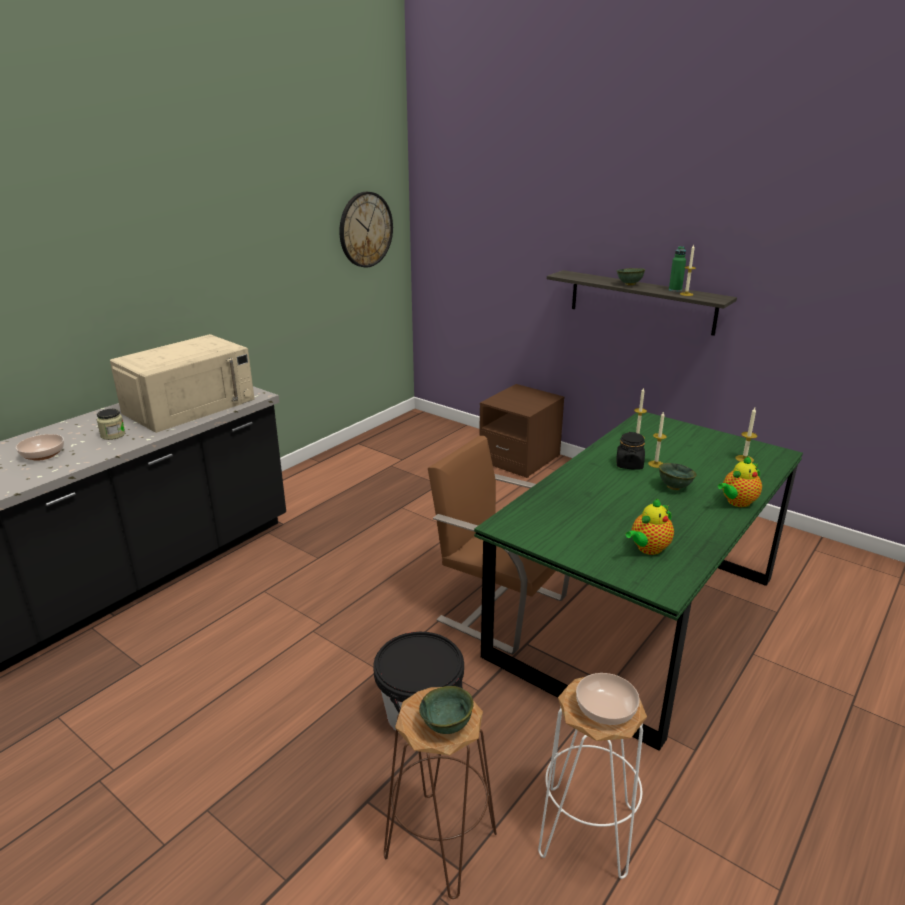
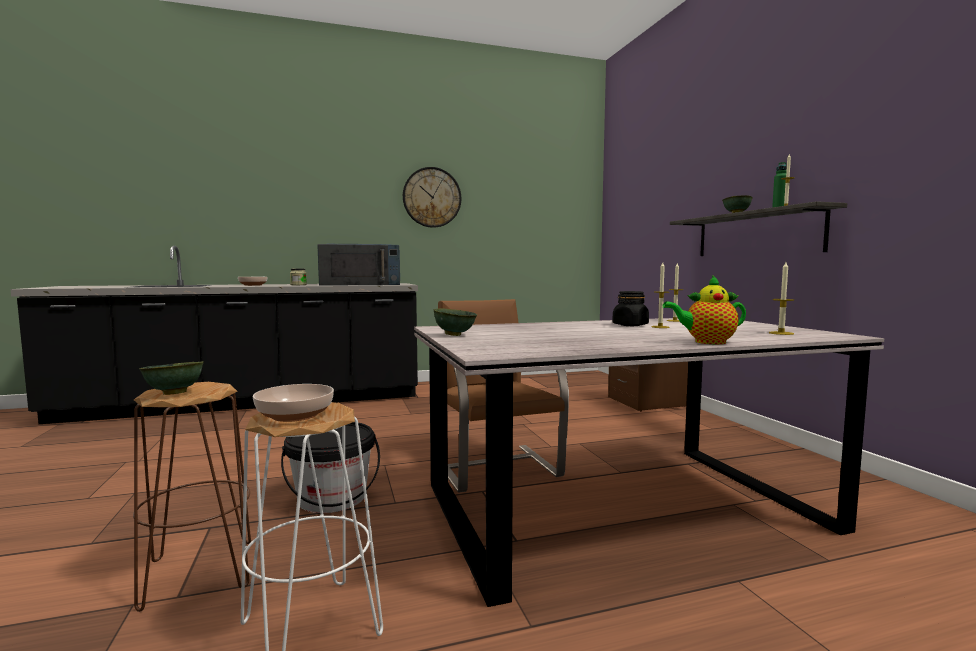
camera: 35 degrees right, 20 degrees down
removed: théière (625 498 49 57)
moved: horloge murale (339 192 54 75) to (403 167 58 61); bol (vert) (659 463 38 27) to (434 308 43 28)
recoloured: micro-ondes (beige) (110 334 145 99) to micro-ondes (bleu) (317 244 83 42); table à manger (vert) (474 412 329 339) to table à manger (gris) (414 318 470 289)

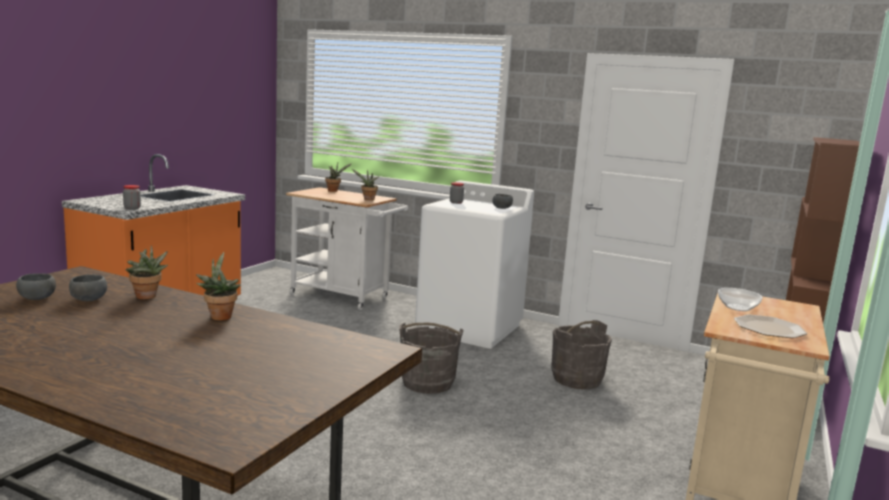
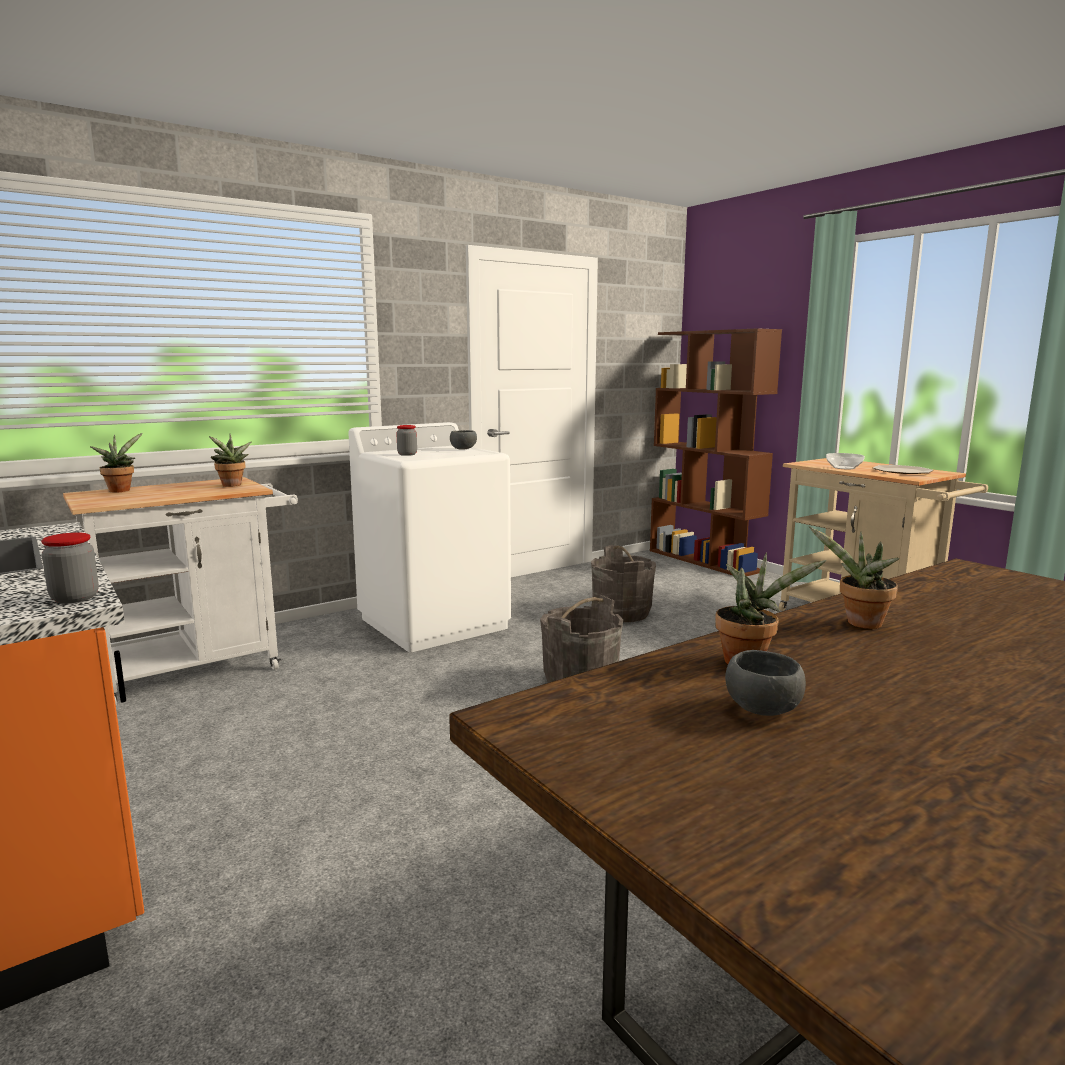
camera: 60 degrees left, 0 degrees up
removed: bol (gris) (16 273 40 27)

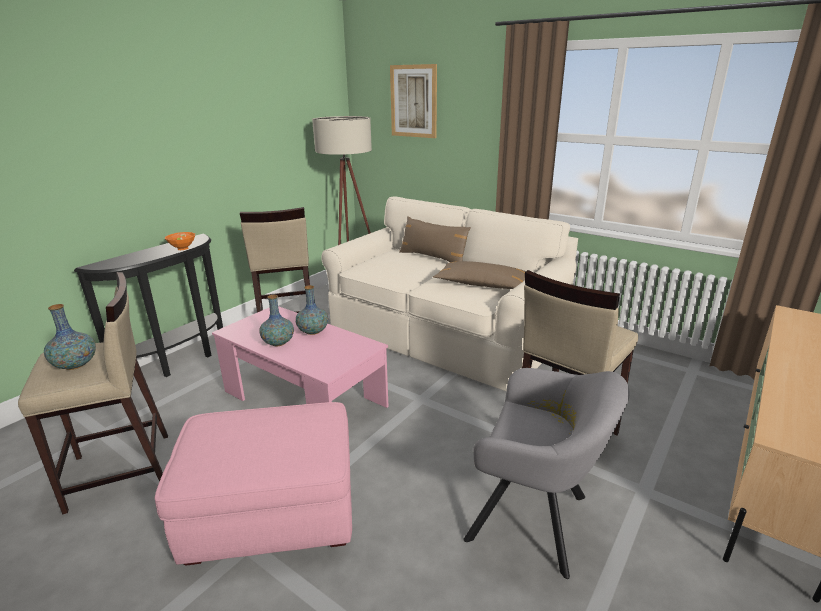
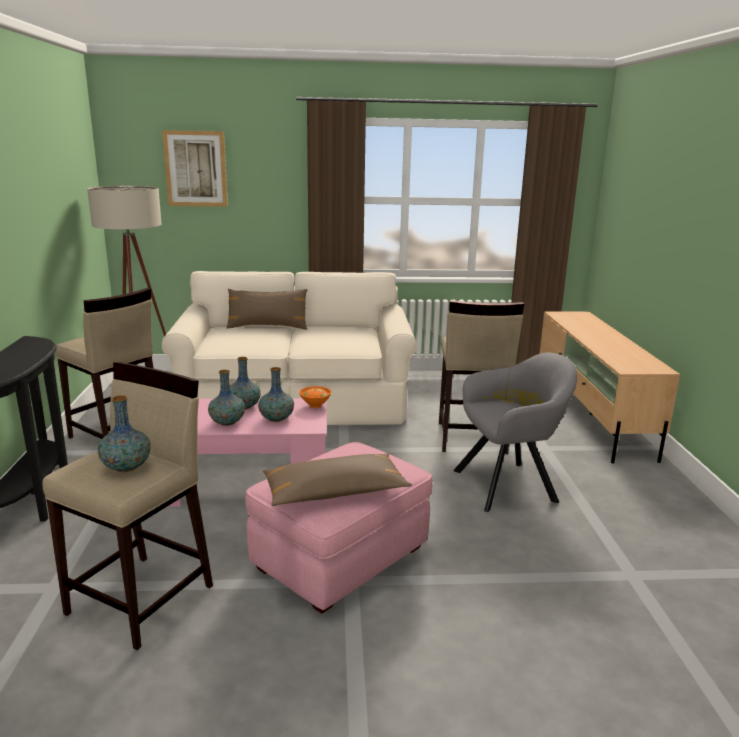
camera: 40 degrees left, 5 degrees down
added: vase (258 367 36 55)
moved: bol (orange) (165 232 30 18) to (299 386 33 22); coussin (marron) (433 261 93 28) to (263 454 149 52)

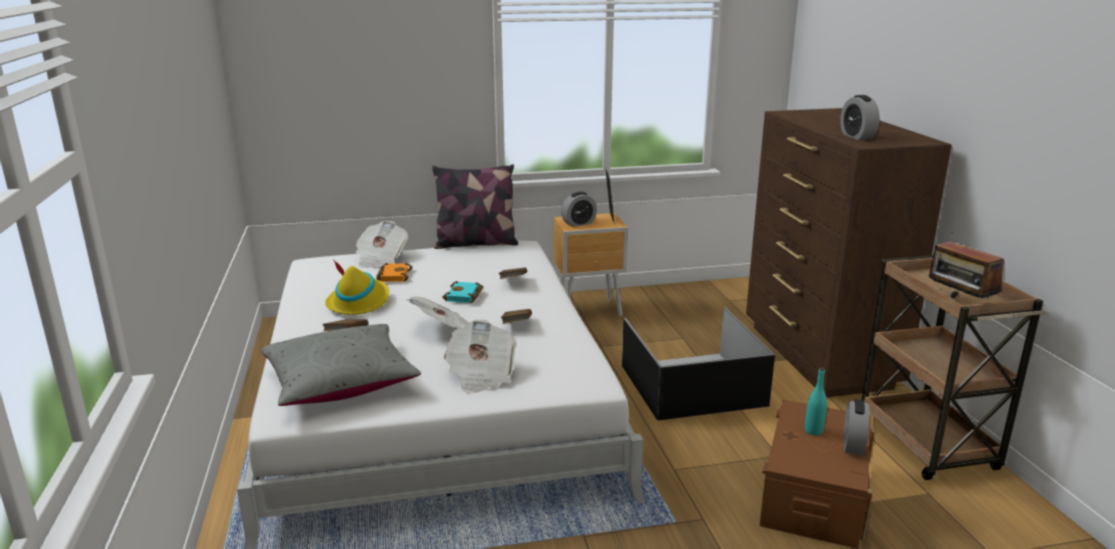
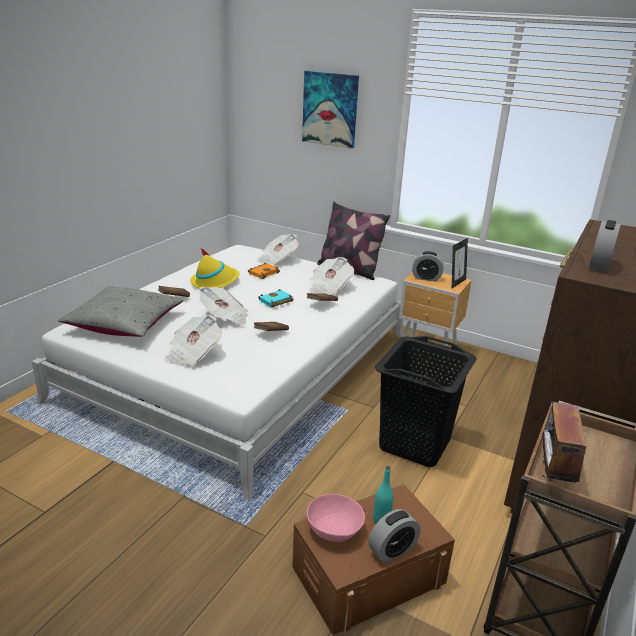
camera: 40 degrees right, 5 degrees up
added: tableau (302 71 57 78); bol (rose) (307 494 58 48); journal (309 257 45 38)
replaced: boîte de rangement (noir) (622 307 153 114) to panier à linge (noir) (375 336 102 131)

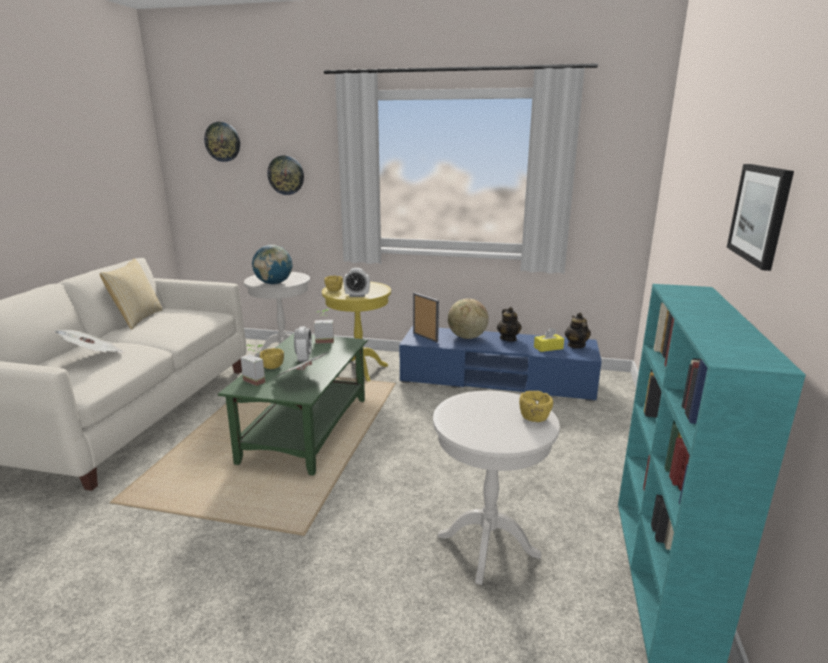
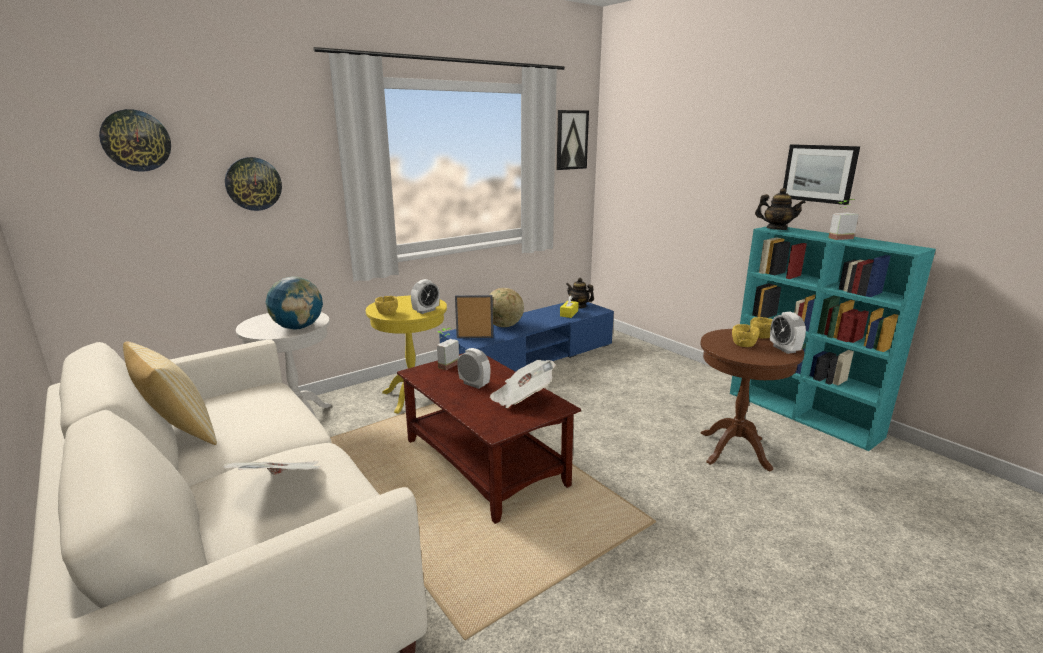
camera: 50 degrees left, 0 degrees up
added: tableau (557 110 32 60); réveil (770 312 36 42)
moved: plante en pot (240 345 25 41) to (828 199 31 41); bol (jaune) (260 348 24 21) to (732 324 28 23); théière (497 307 25 35) to (755 188 51 42)
recoloured: table basse (vert) (218 333 149 143) to table basse (marron) (397 353 184 171); table d'appoint (blanc) (433 390 127 195) to table d'appoint (marron) (700 329 104 142)

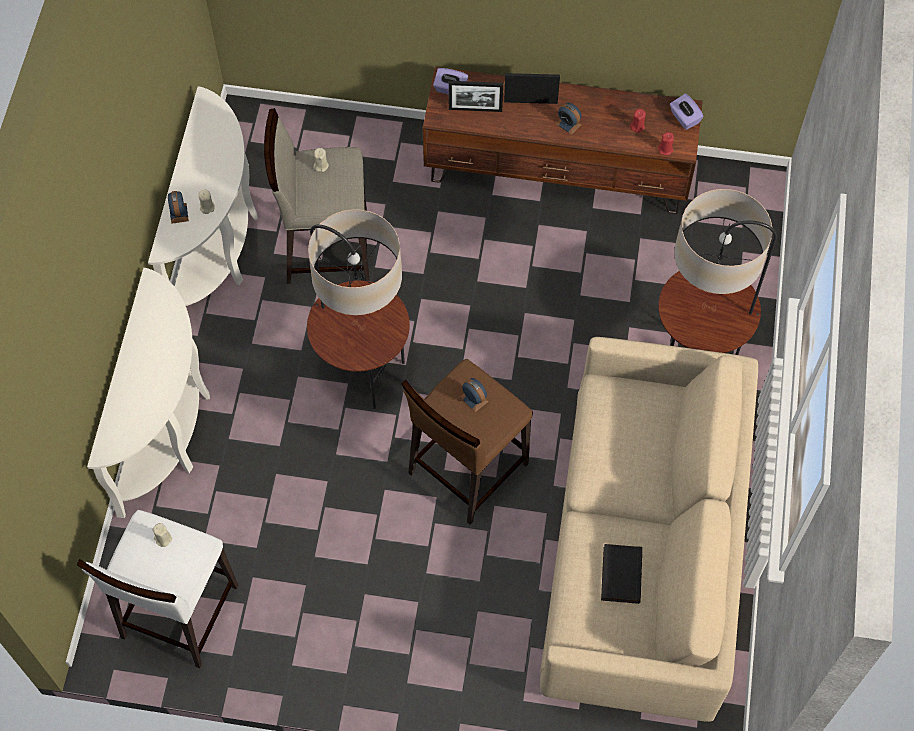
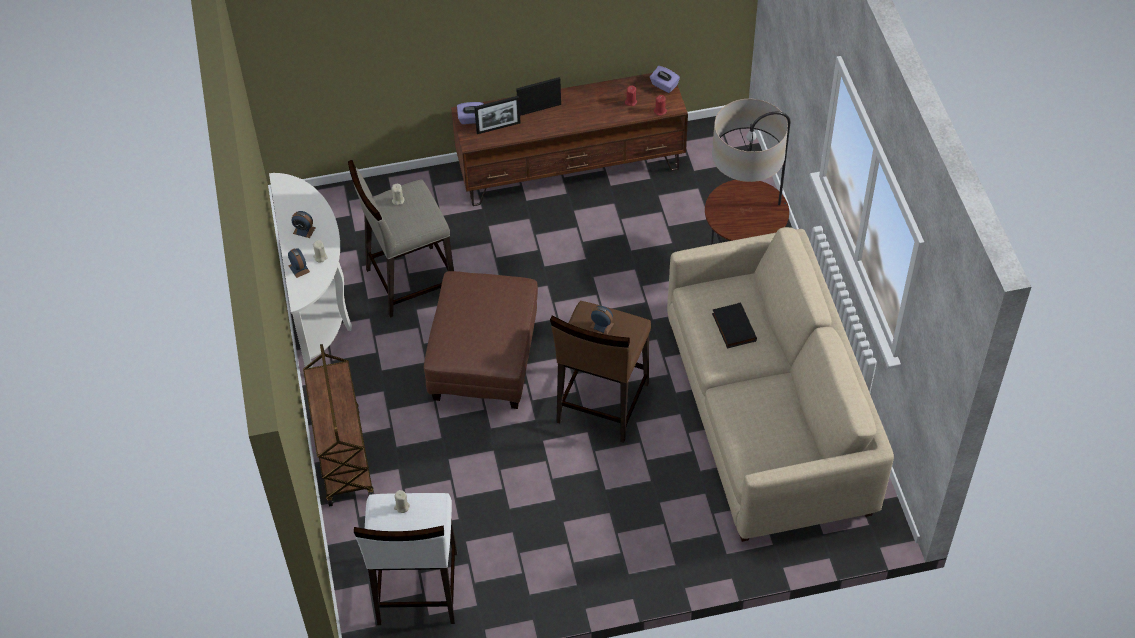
camera: 20 degrees left, 10 degrees down
moved: réveil (556 103 26 32) to (292 211 24 27); livre (noir) (601 544 41 60) to (712 302 45 46)
replaced: table console (blanc) (87 268 123 250) to chariot (marron) (303 344 71 162); lampadaire (307 209 103 200) to pouf (marron) (424 271 114 138)

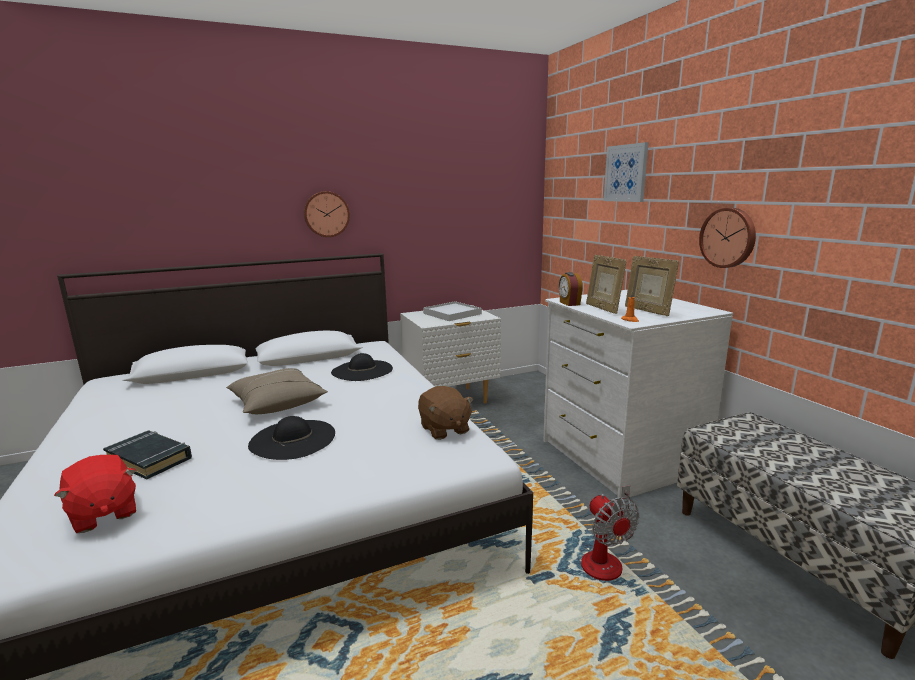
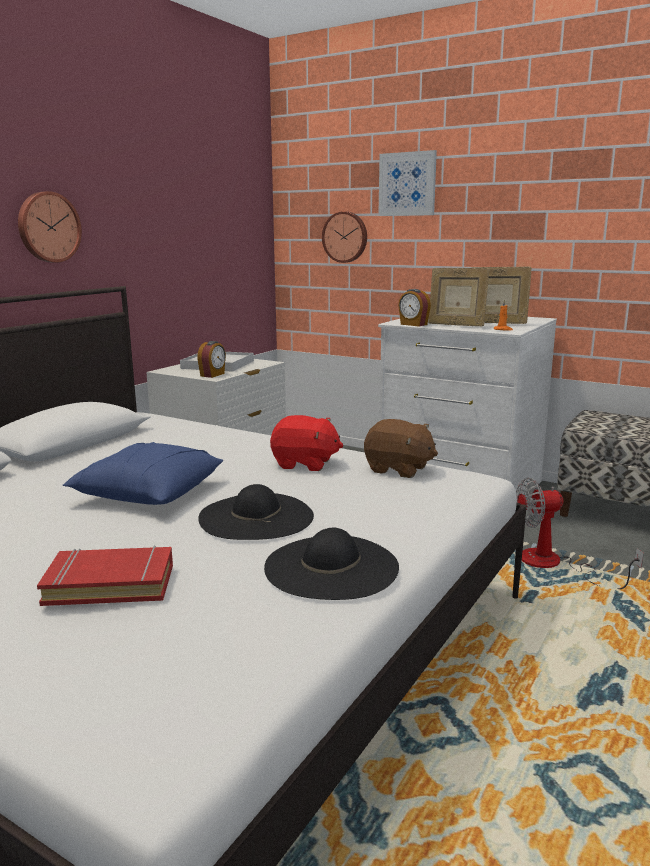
camera: 35 degrees left, 0 degrees up
added: réveil (197 341 29 37)
moved: peluche (rouge) (54 455 82 78) to (270 415 73 56); chapeau (noir) (331 353 62 28) to (264 528 135 72); horloge murale (699 208 57 60) to (322 211 45 52)
recoloured: livre (noir) (103 430 89 50) to livre (rouge) (37 545 136 61); coussin (beige) (226 368 102 46) to coussin (bleu) (63 442 160 63)
turned: ventilateur (581 485 58 96) = (516 478 128 111) 135 degrees clockwise

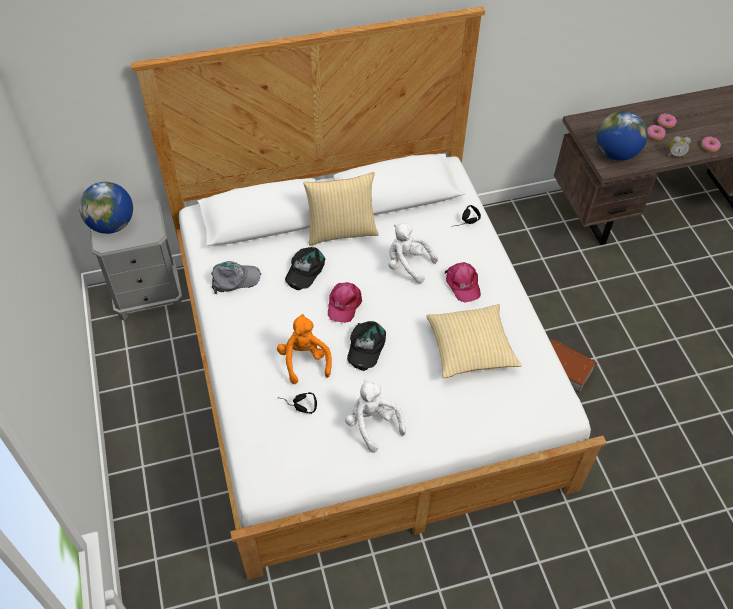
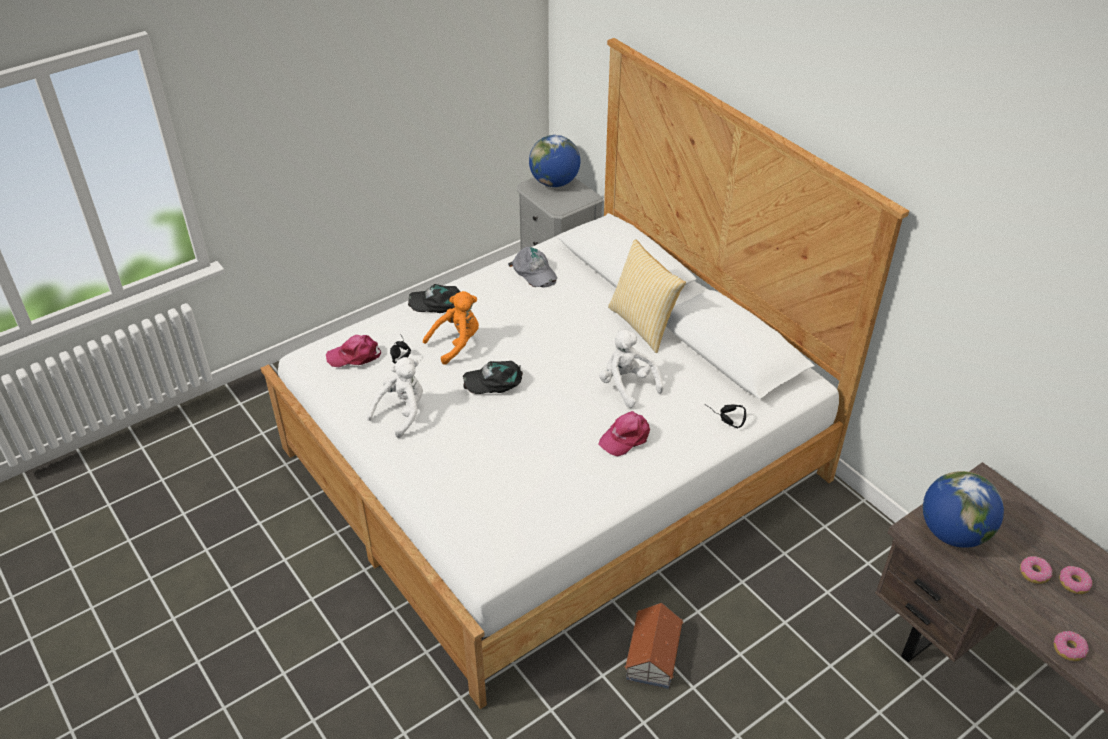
camera: 70 degrees right, 10 degrees down
removed: coussin (426 304 96 74); réveil (668 136 23 22)
moved: casquette (noir) (285 247 41 43) to (408 284 52 29); casquette (rose) (328 282 34 41) to (326 335 55 33)
turned: peluche (blanc) (388 223 50 60) = (599 330 64 78) 45 degrees counterclockwise

